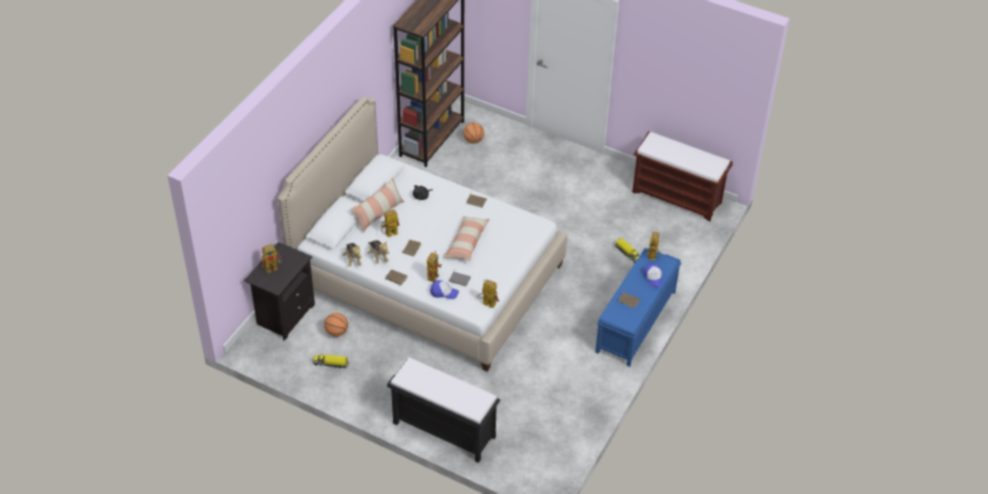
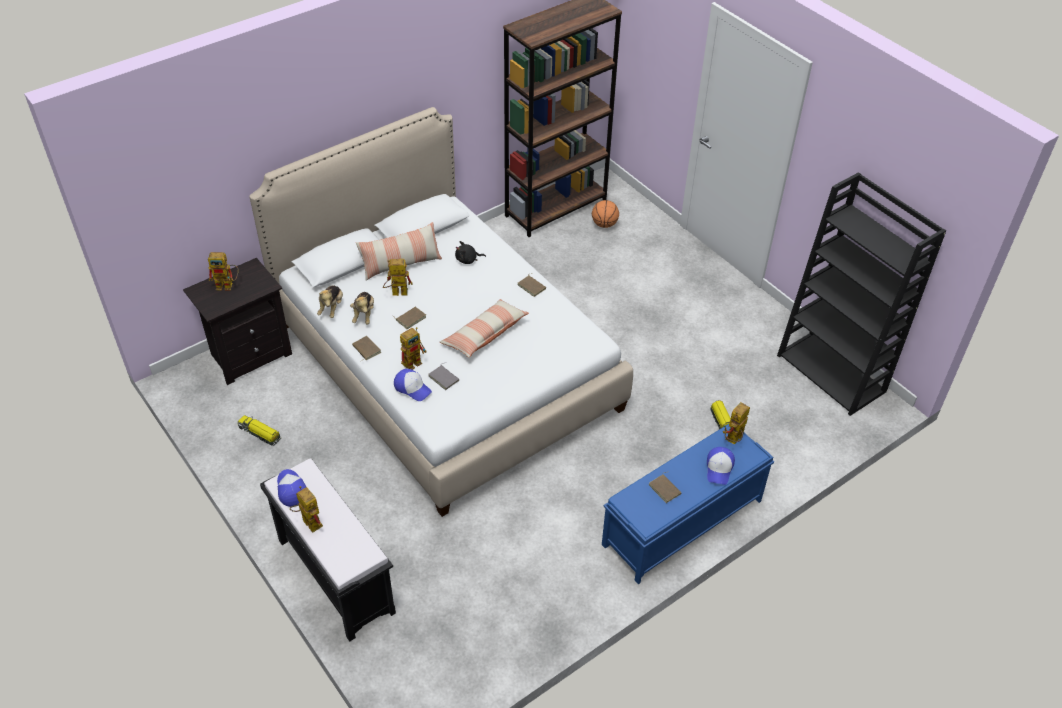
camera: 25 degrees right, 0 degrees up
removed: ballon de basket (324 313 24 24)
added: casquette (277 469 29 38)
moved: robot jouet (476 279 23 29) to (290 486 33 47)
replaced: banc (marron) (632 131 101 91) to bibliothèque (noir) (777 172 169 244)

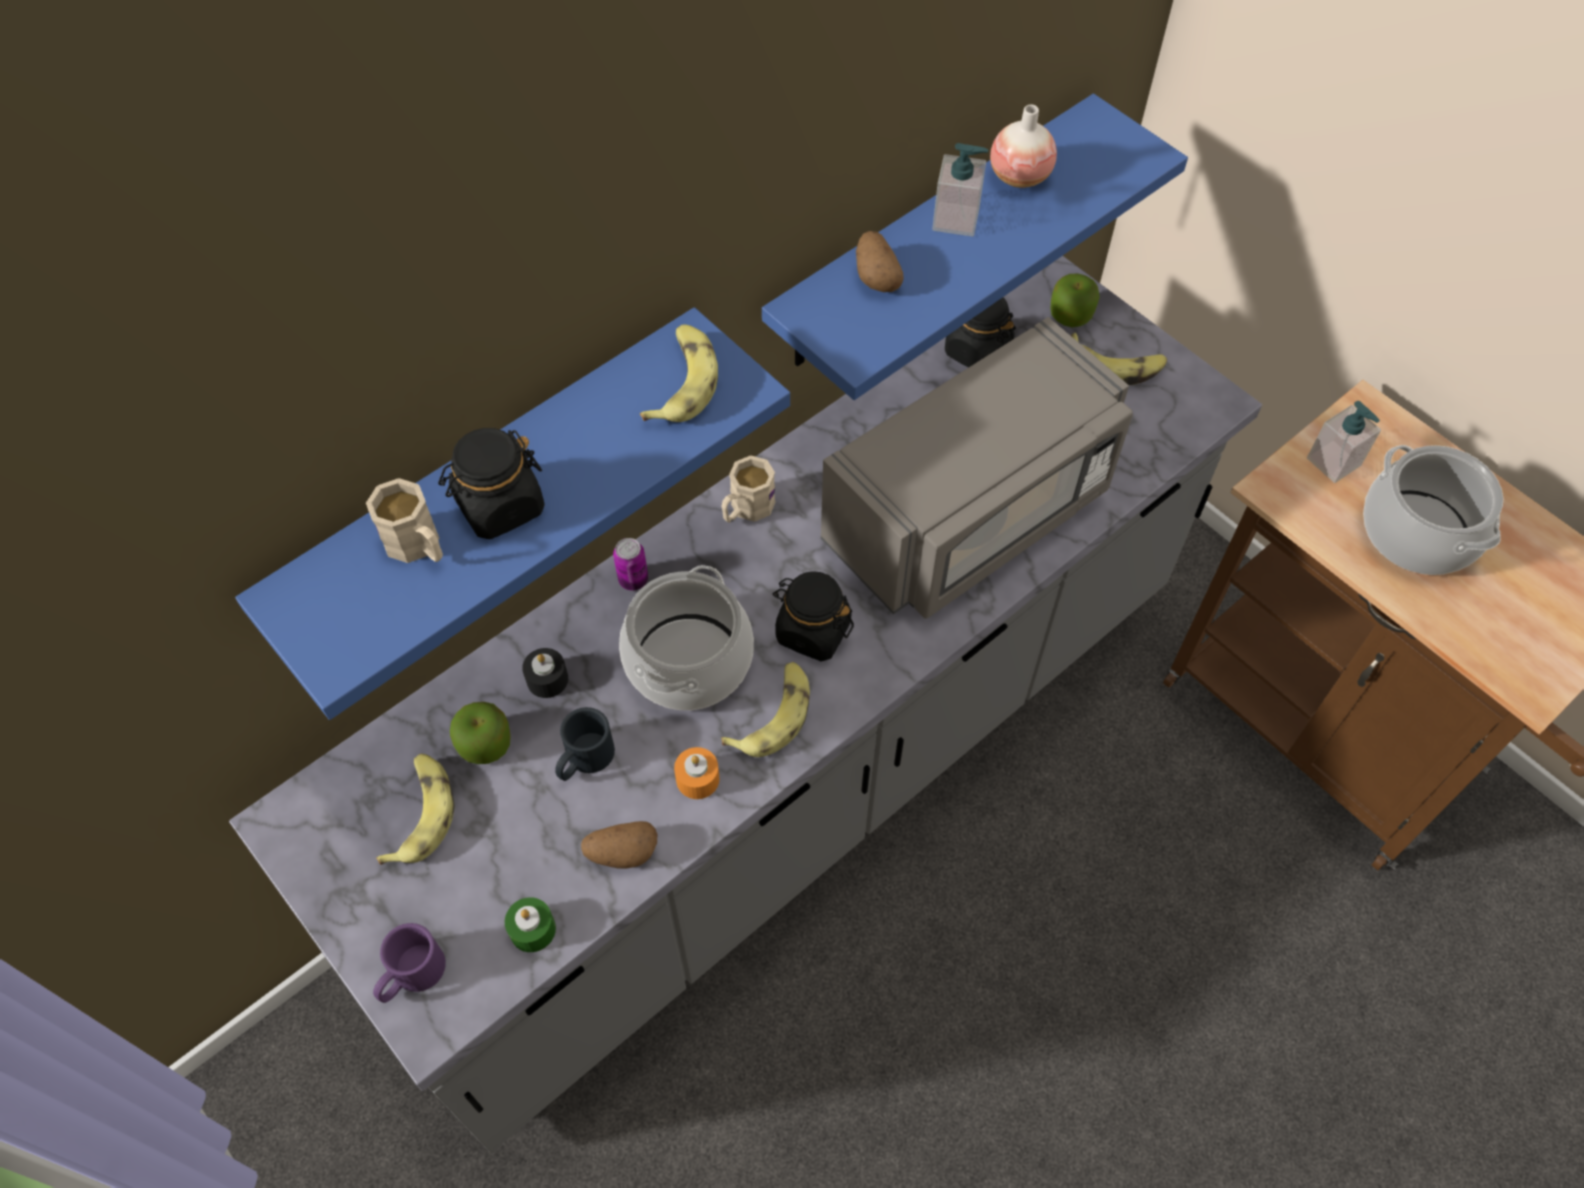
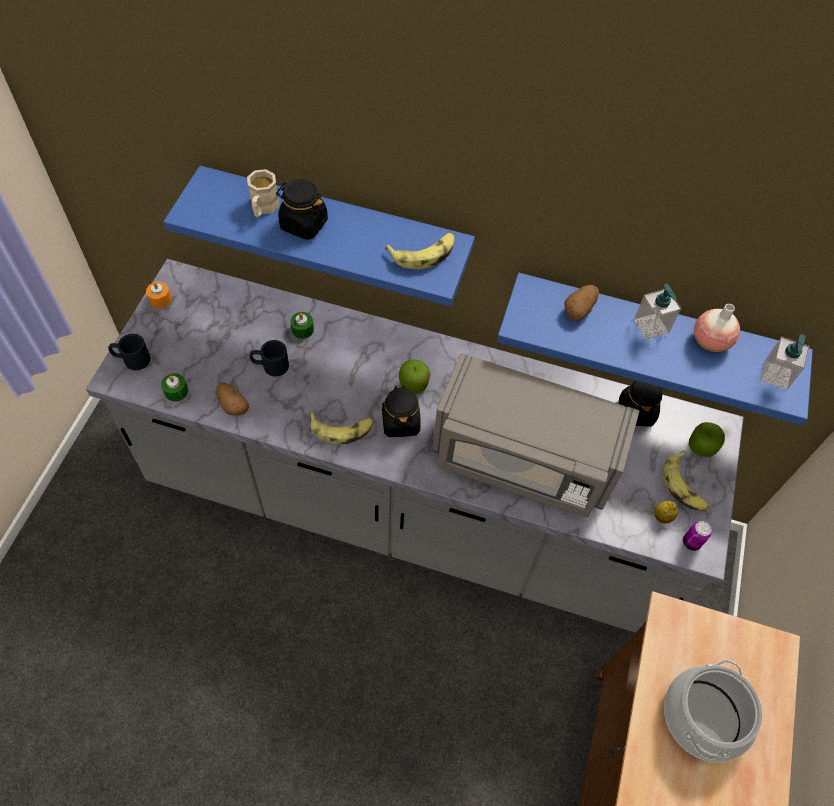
camera: 55 degrees right, 0 degrees up
removed: banane (376 754 79 111); marmite (619 565 135 145); mug (beige) (722 456 54 67)
added: citron (654 501 24 22)
moved: pomme (450 702 61 62) to (399 360 31 34); boîte métallique (613 538 35 53) to (683 521 29 30); bougie (orange) (674 747 45 52) to (146 282 26 26); distributeur de savon (1307 401 74 82) to (760 334 50 56)
recoloured: mug (violet) (373 923 73 80) to mug (noir) (108 334 43 36); bougie (noir) (522 648 46 50) to bougie (vert) (290 312 24 27)

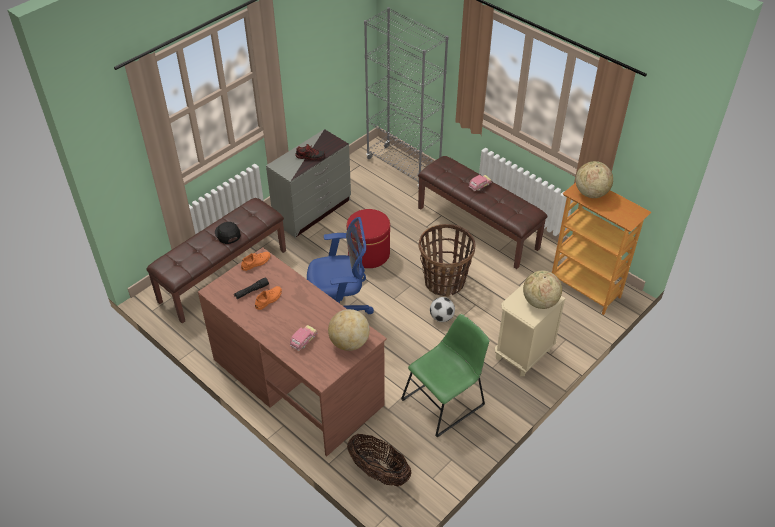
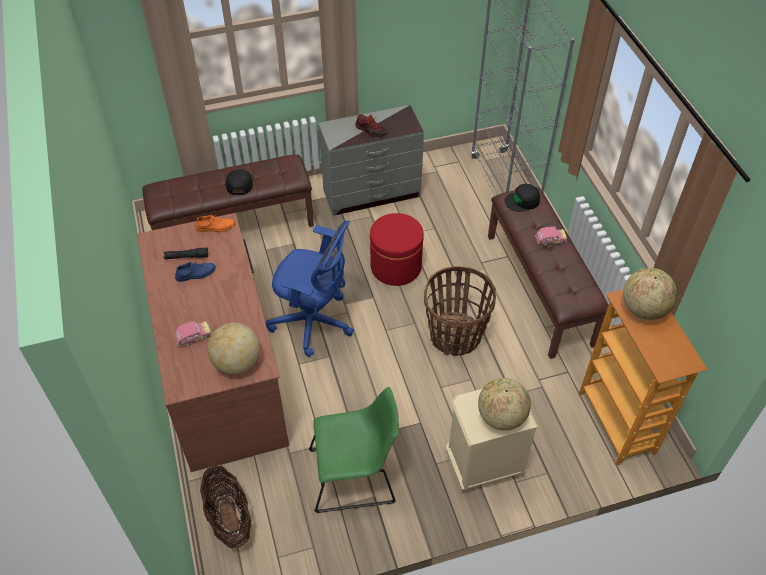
camera: 30 degrees right, 5 degrees up
removed: ballon de foot (430 297 25 25)
added: casquette (noir) (504 184 36 28)
recoloured: chaussure (orange) (255 286 27 24) to chaussure (bleu) (175 262 41 20)

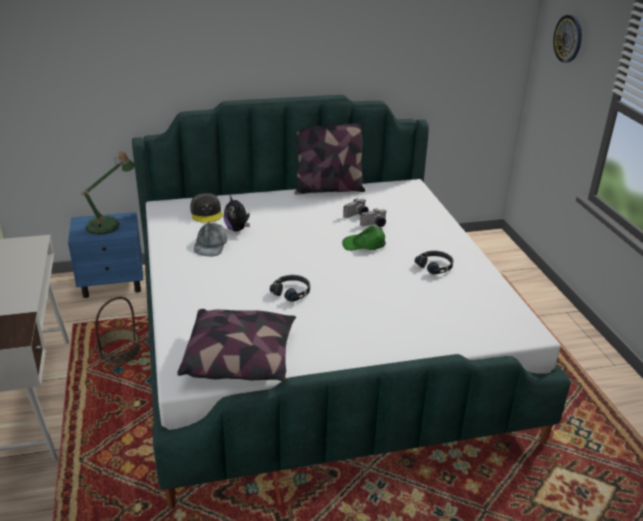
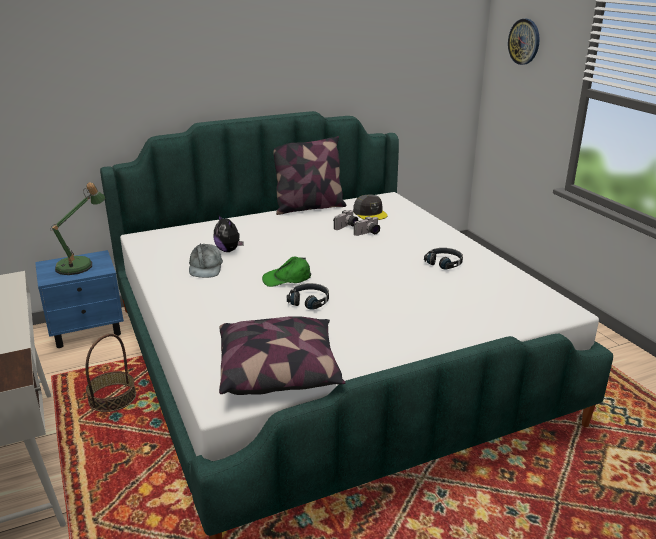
camera: 10 degrees left, 5 degrees down
moved: casquette (gris) (190 193 32 30) to (353 194 35 26); casquette (vert) (342 226 44 25) to (262 257 49 30)

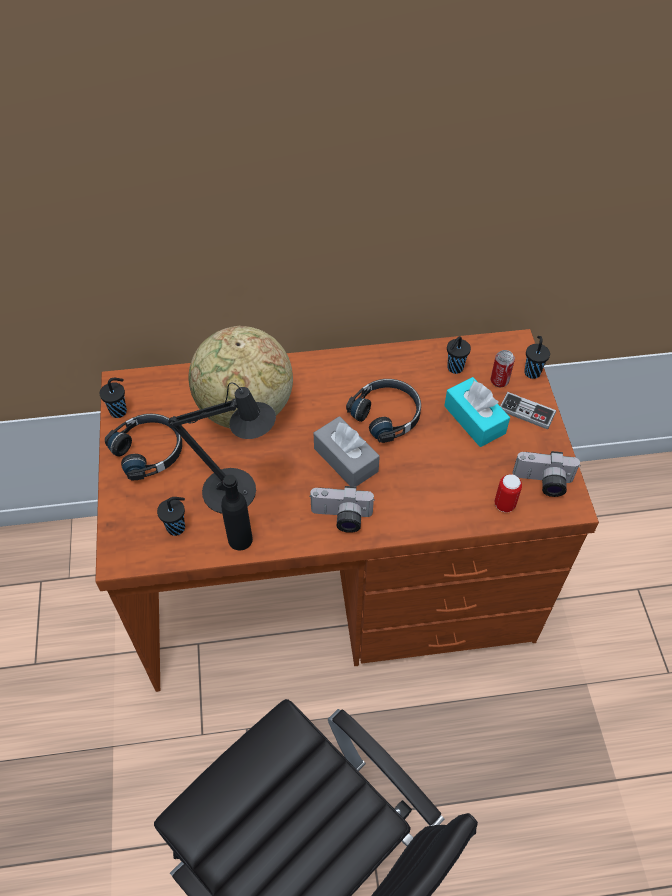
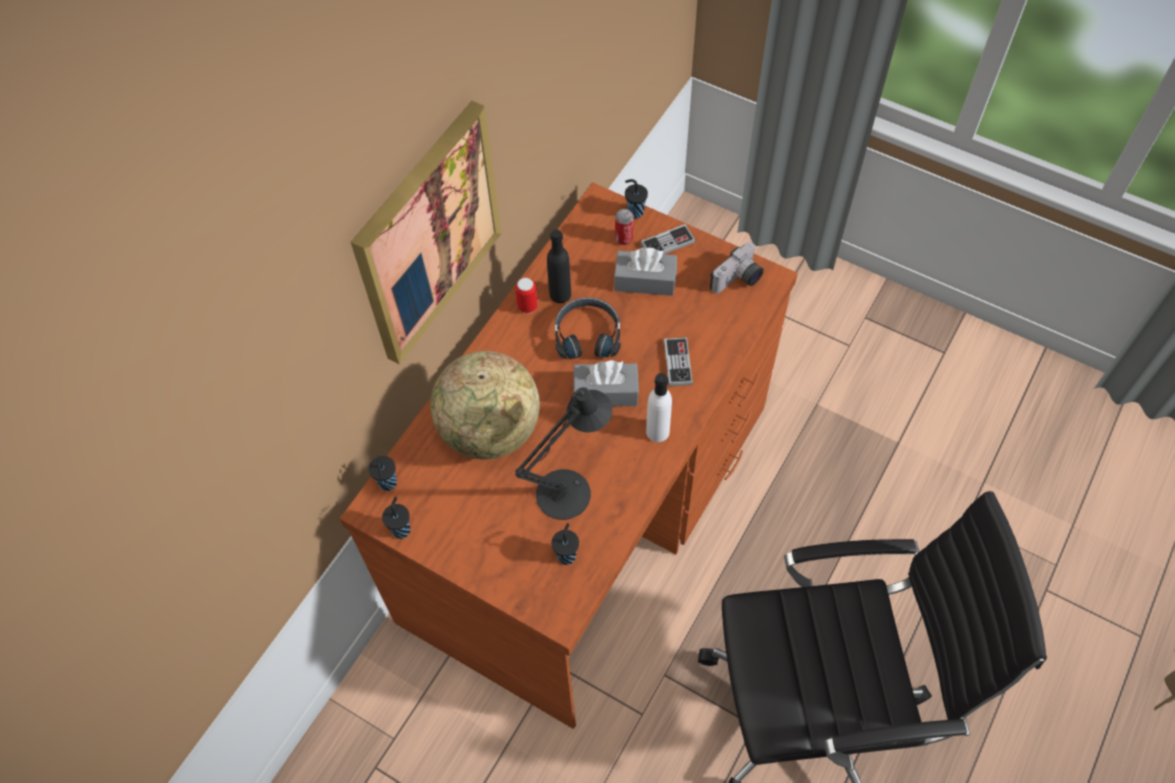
camera: 50 degrees left, 5 degrees up
removed: casque audio (noir) (105 414 77 67)
added: tableau (351 101 151 263); manette (664 337 29 49)
moved: bouteille (noir) (221 475 32 76) to (547 230 24 73); tasse (noir) (447 336 24 38) to (369 456 28 35); boîte métallique (495 474 27 38) to (515 278 23 35)
replaced: appareil photo (309 486 66 47) to bouteille (blanc) (646 373 26 69)
recoloured: boîte à mouchoirs (turquoise) (444 377 66 70) to boîte à mouchoirs (gris) (614 248 63 48)

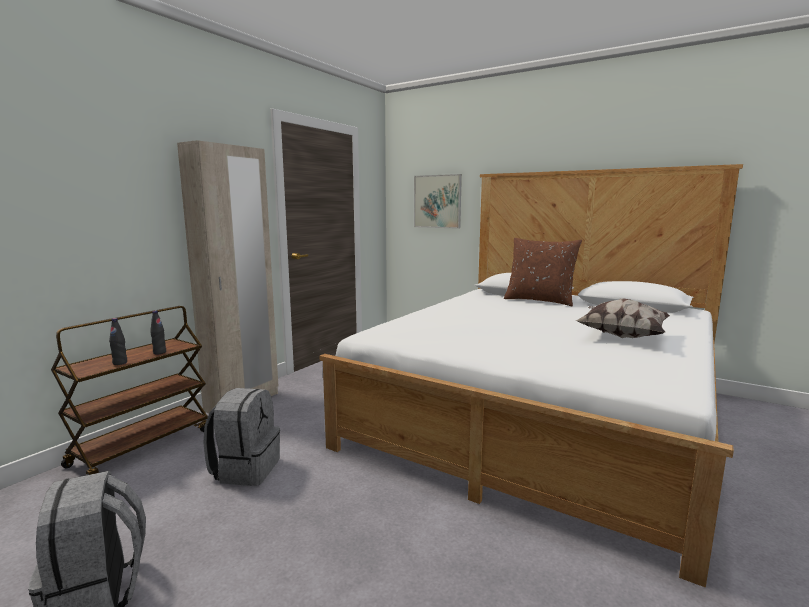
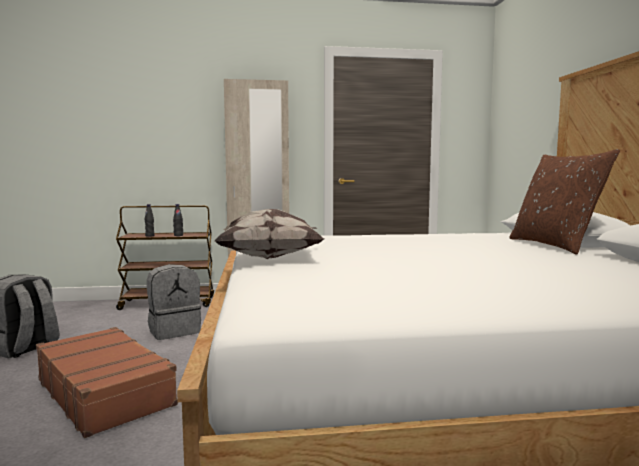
camera: 50 degrees right, 5 degrees down
removed: tableau (414 174 48 55)
added: valise (marron) (36 327 142 111)
moved: coussin (576 298 94 40) to (215 209 109 51)

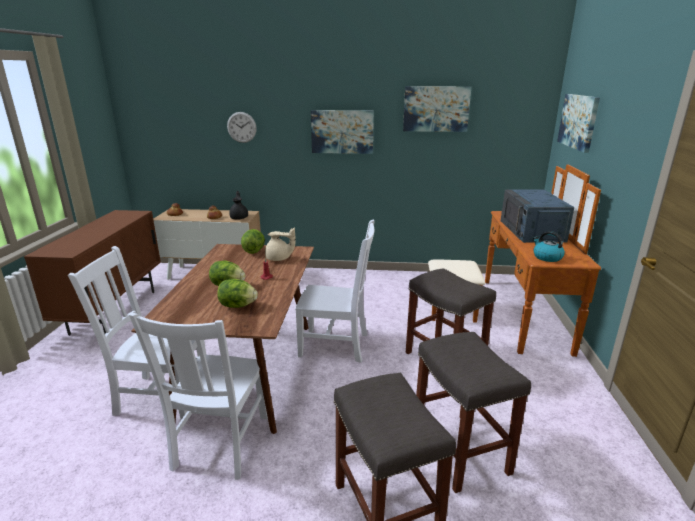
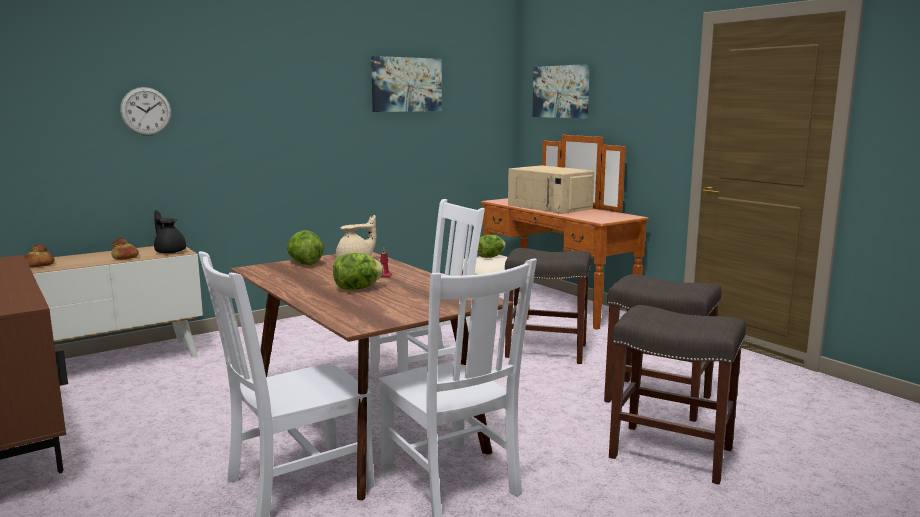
camera: 40 degrees left, 10 degrees down
removed: tableau (311 110 63 44); bouilloire (533 231 32 31)
moved: laitue (217 279 41 29) to (477 235 29 23)
recoloured: micro-ondes (bleu) (501 190 73 53) to micro-ondes (beige) (508 165 86 49)

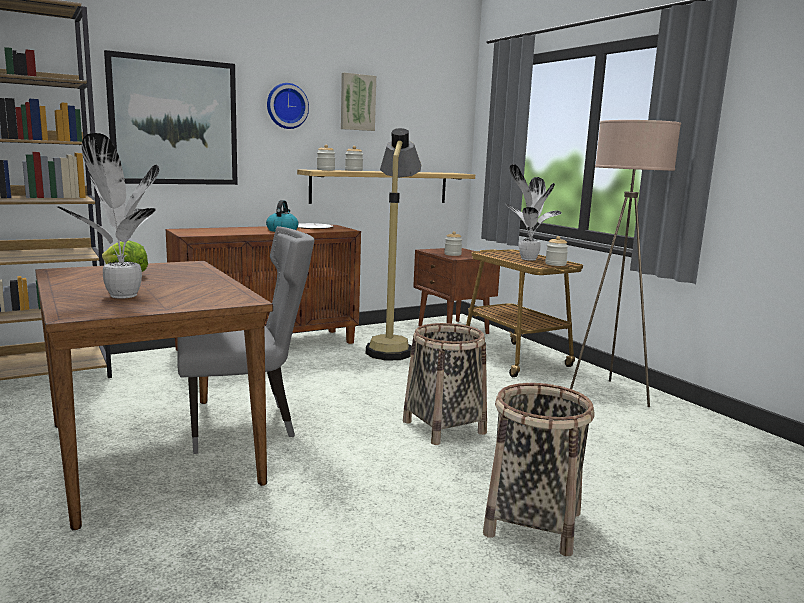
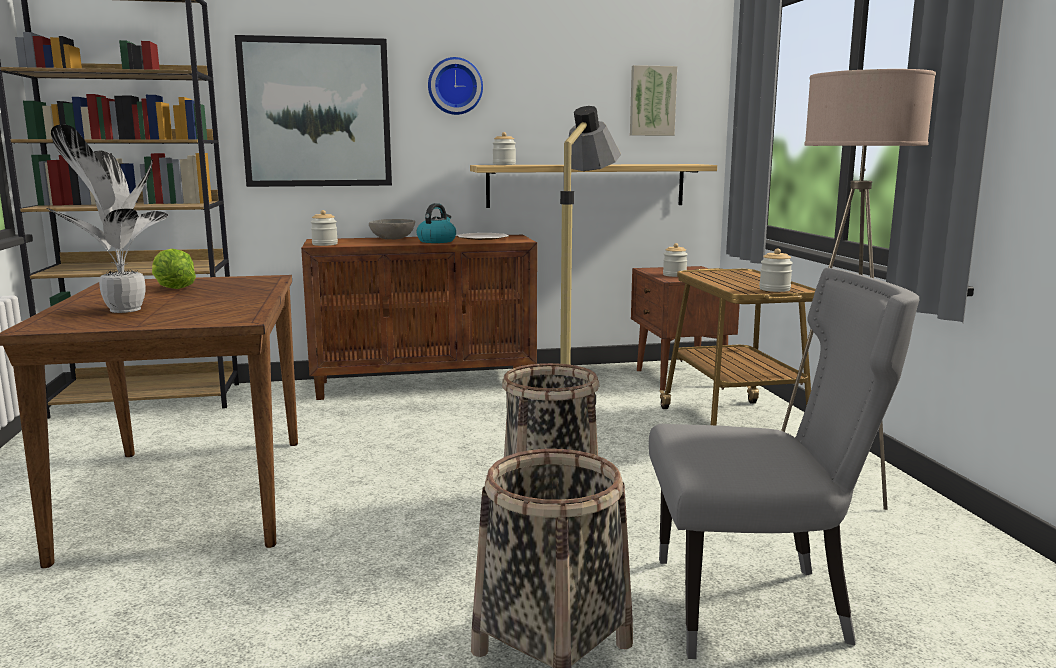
camera: 20 degrees right, 0 degrees up
removed: plante en pot (506 164 56 97)
added: bol (gris) (369 219 46 20)
moved: chaise (gris) (177 226 138 228) to (649 268 270 391); tableau (341 73 35 58) to (630 65 47 71); bocal (345 146 18 25) to (311 210 27 36)

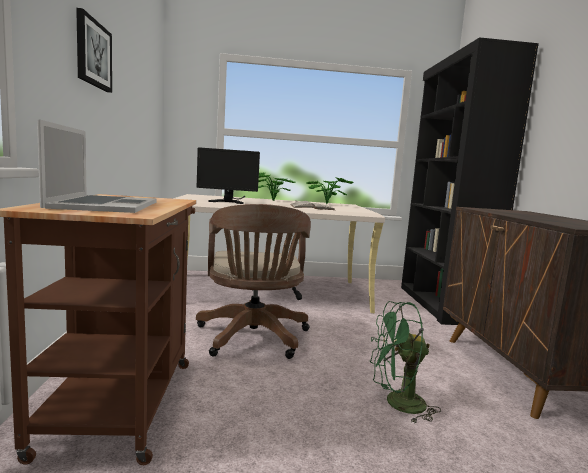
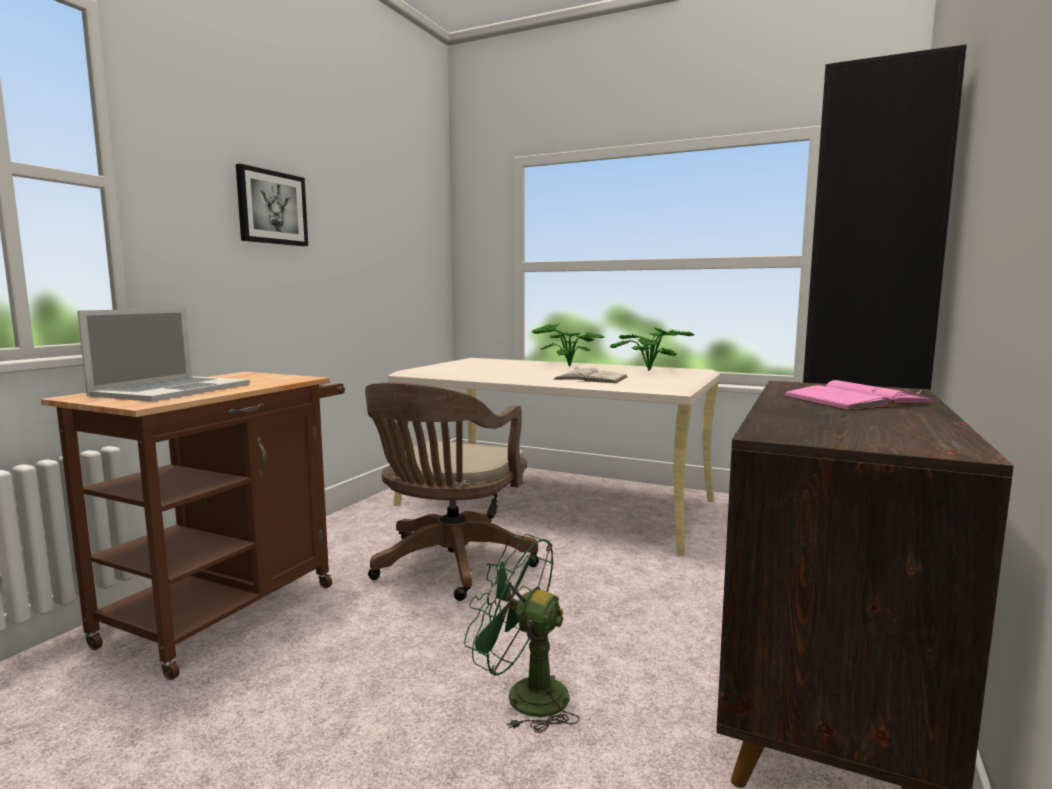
camera: 30 degrees right, 0 degrees up
removed: écran d'ordinateur (197 147 63 57)
added: livre (rose) (782 380 155 30)

